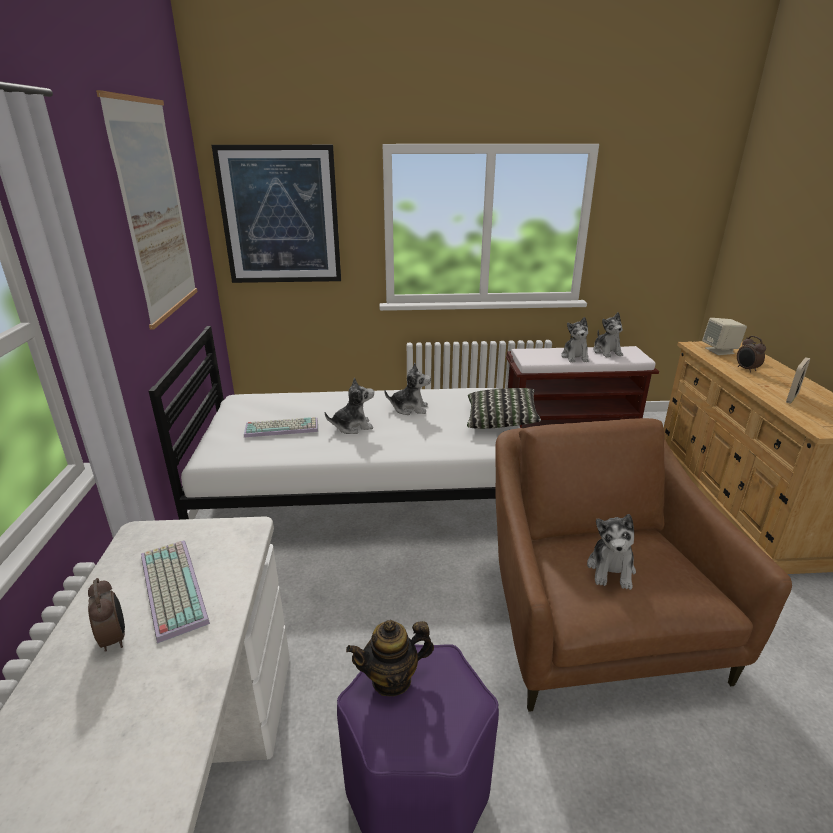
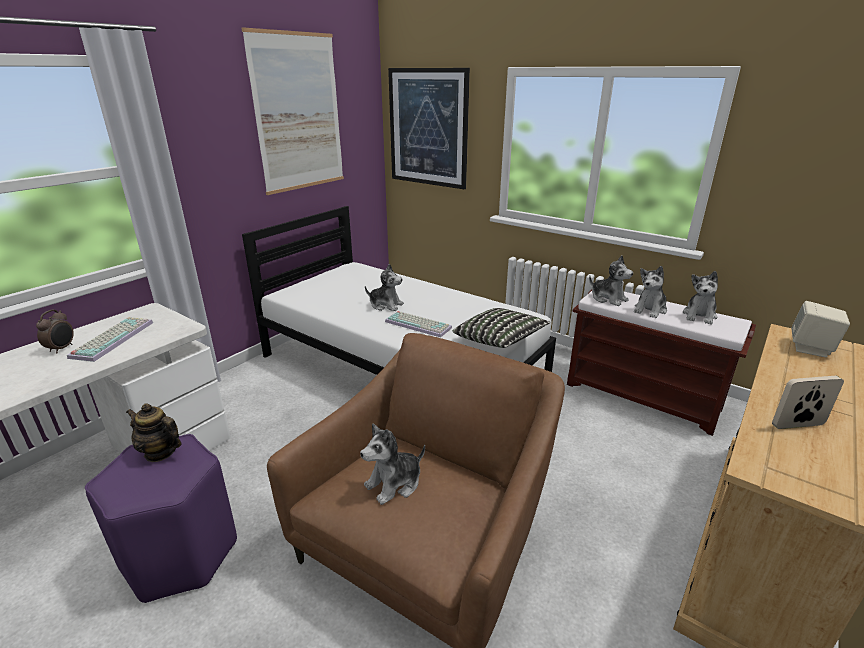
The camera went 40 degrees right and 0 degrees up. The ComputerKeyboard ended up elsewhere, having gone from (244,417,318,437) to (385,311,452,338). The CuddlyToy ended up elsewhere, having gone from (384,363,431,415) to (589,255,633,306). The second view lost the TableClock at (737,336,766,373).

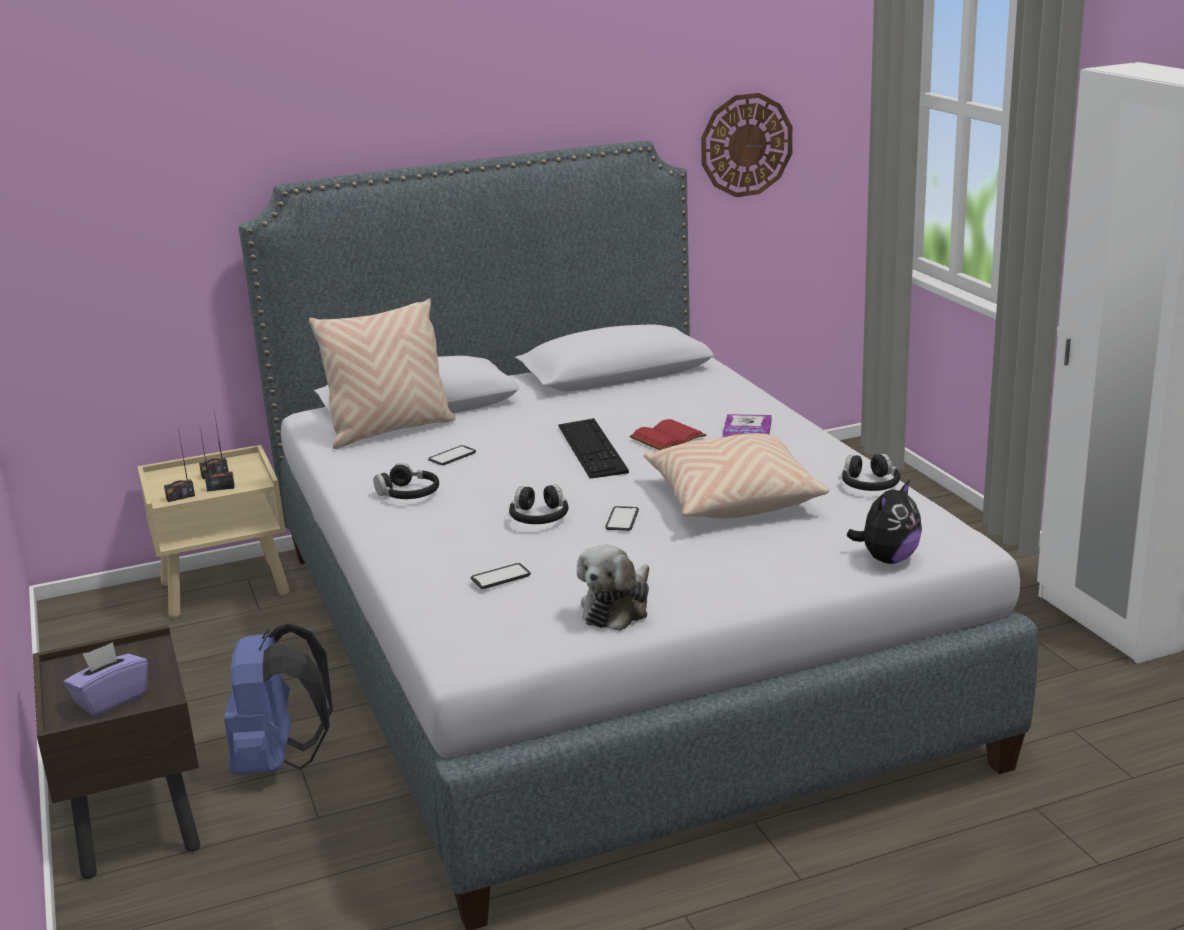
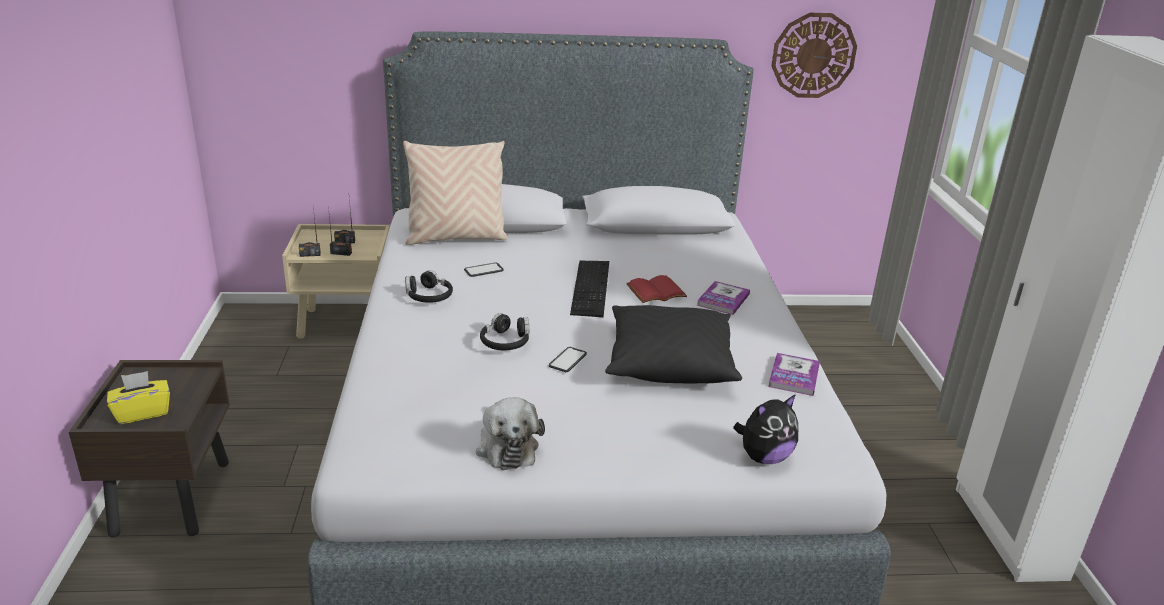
The camera went 15 degrees right and 5 degrees up. What was the PurpleTissueHolder at (63,642,148,716) turned into the YellowColouredTissueHolder at (107,371,170,424). The second view lost the BlueColouredKnapsack at (224,623,333,775). The second view lost the Telephone at (471,563,531,589). The CuddlyToy at (577,545,649,631) ended up facing another way, 60 degrees counterclockwise from before. What was the BeigePillow at (643,433,829,518) turned into the BlackishPillow at (605,305,742,384). Where the BlackishPairOfHeadphones stood at (842,454,900,491), the Volume came to stand at (768,353,820,396).

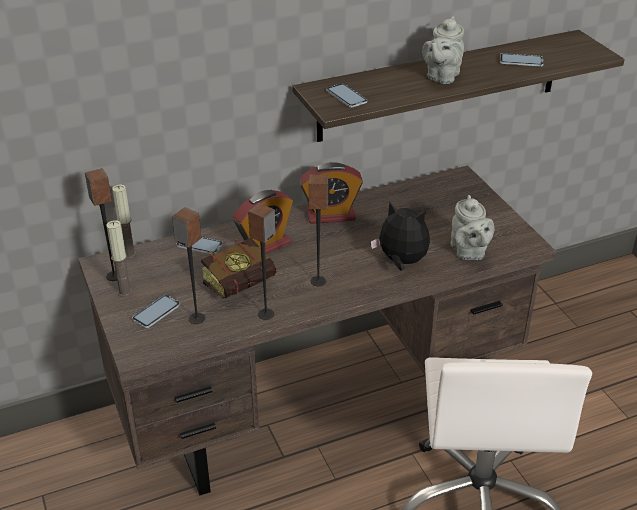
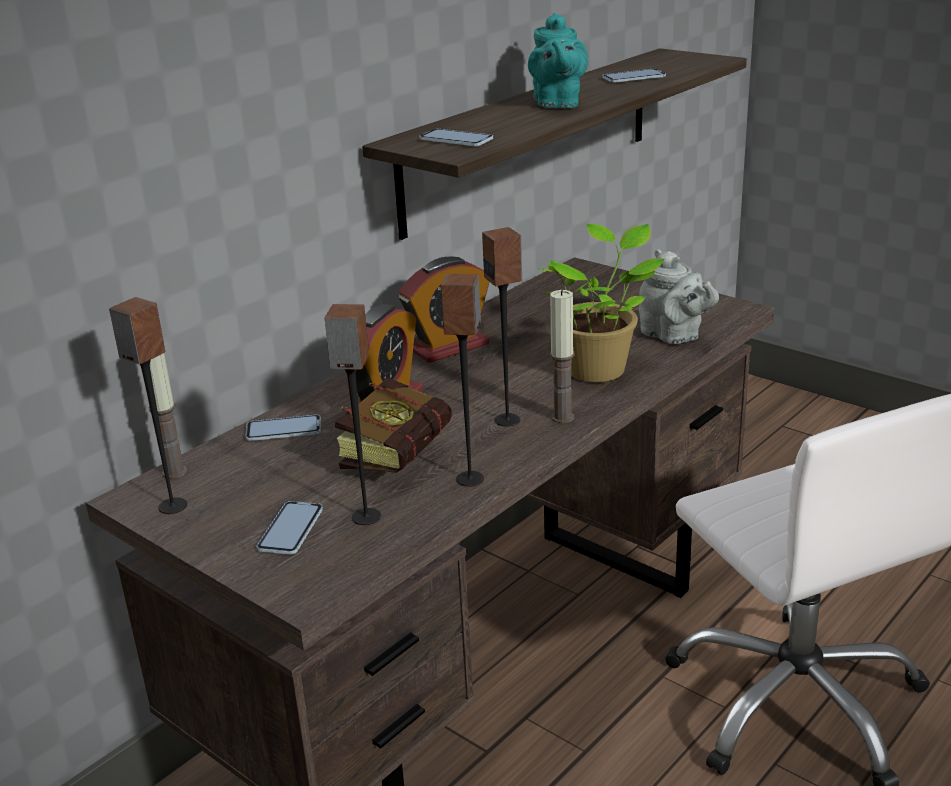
The camera went 25 degrees left and 10 degrees down. The Candle ended up elsewhere, having gone from (106,220,132,297) to (550,290,574,423). Where the CuddlyToy stood at (371,202,430,270), the PlantInAPot came to stand at (537,224,665,383). What was the GreyPotForTea at (422,16,464,84) turned into the TurquoisePotForTea at (528,13,588,108).

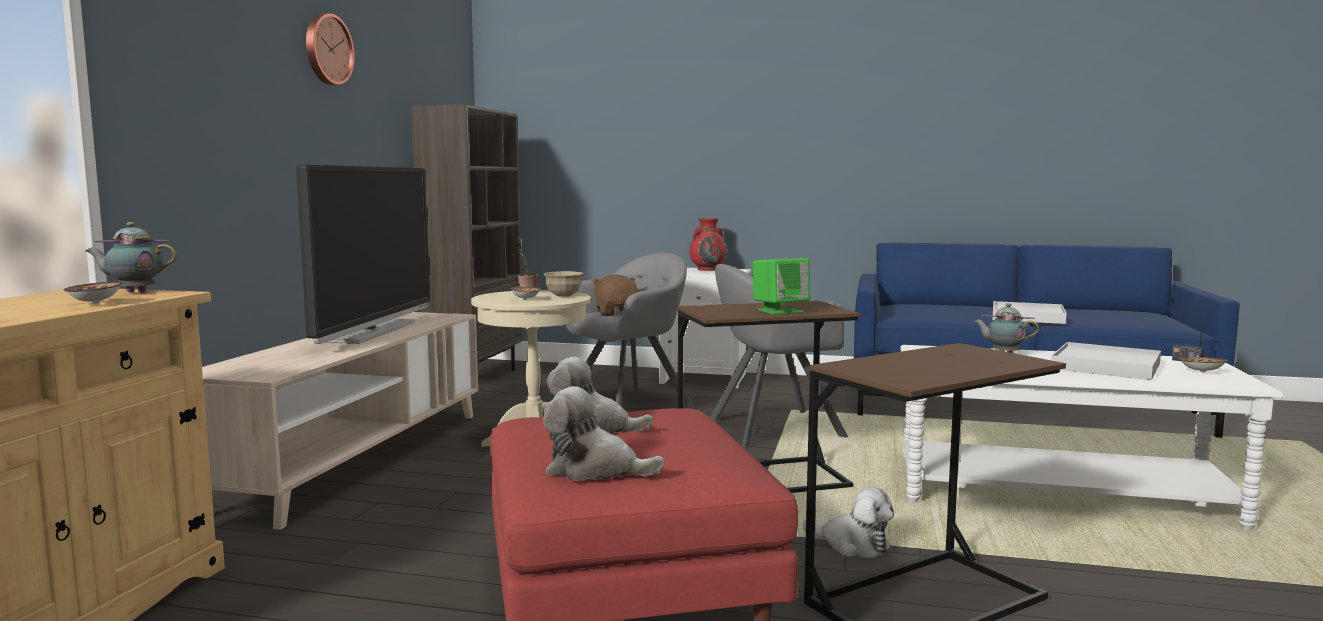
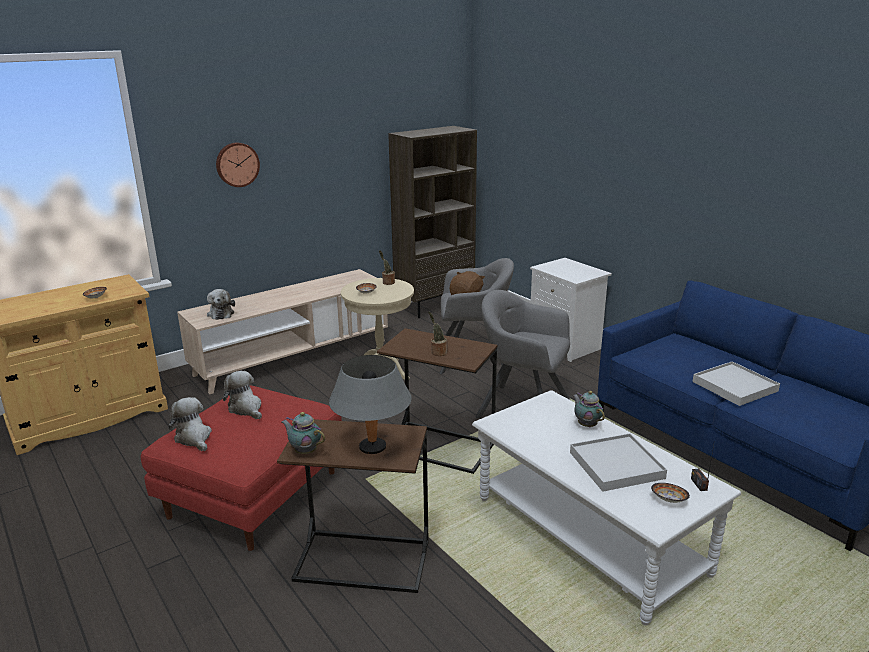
The camera went 40 degrees right and 15 degrees up. The PotForTea ended up elsewhere, having gone from (85,222,177,293) to (282,412,325,454). The second view lost the Tv at (296,165,430,344). The WallClock ended up elsewhere, having gone from (306,13,355,85) to (216,143,260,187). The second view lost the BeigeBowl at (543,271,584,297). The second view lost the RedColouredDecorativeVase at (689,218,727,271). Where the GreenColouredSpeaker stood at (752,258,810,314), the PlantInAPot came to stand at (428,311,447,356). The CuddlyToy ended up elsewhere, having gone from (803,487,894,558) to (207,289,235,320). The second view gained the GreyTableLamp at (329,355,412,454).

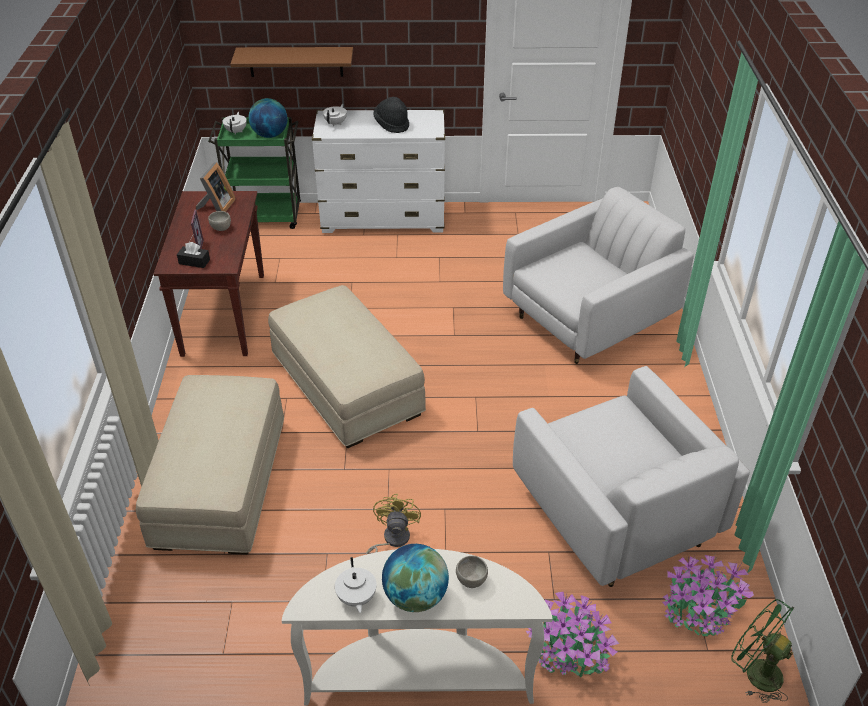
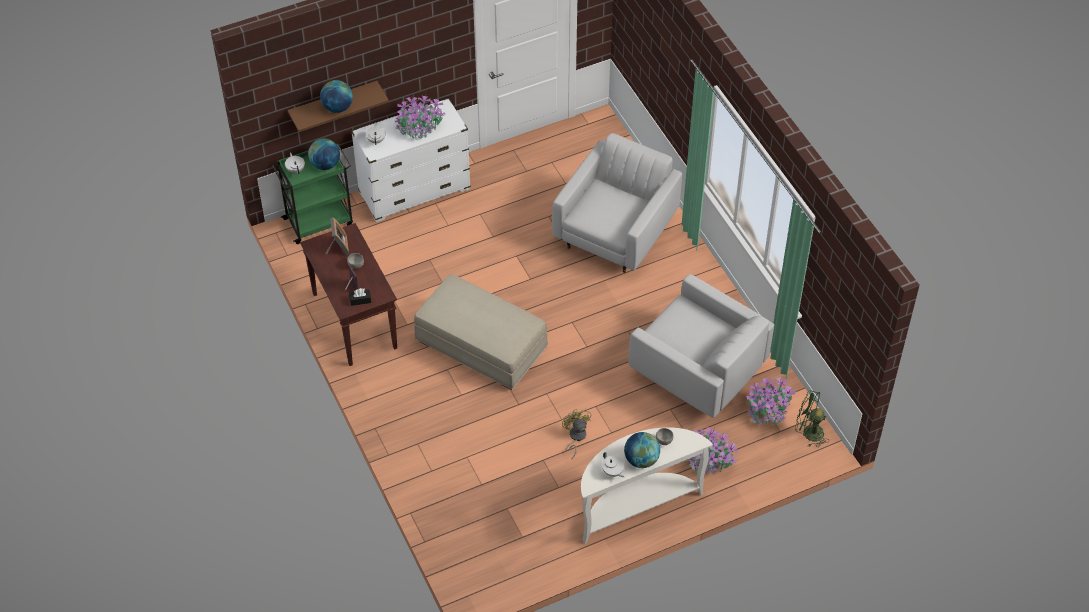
The camera went 25 degrees left and 10 degrees up. The second view lost the BeigeFootrest at (136,375,284,555). Where the BlackishWearableHat stood at (373,97,409,133), the PlantInAPot came to stand at (395,96,445,139). The second view gained the WorldGlobe at (320,80,353,113).

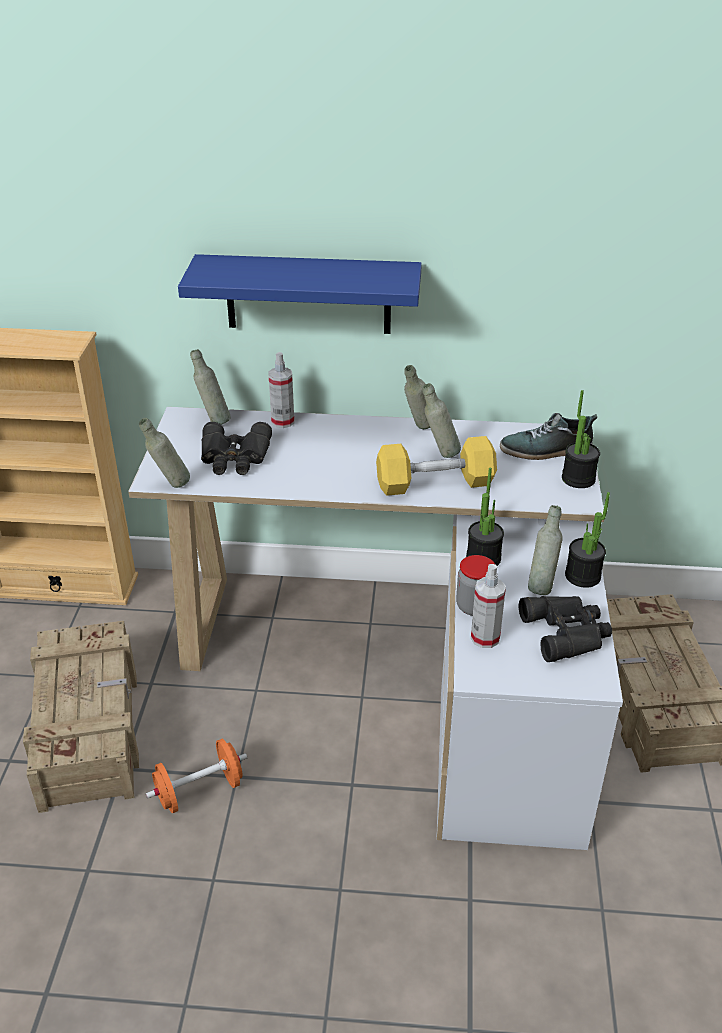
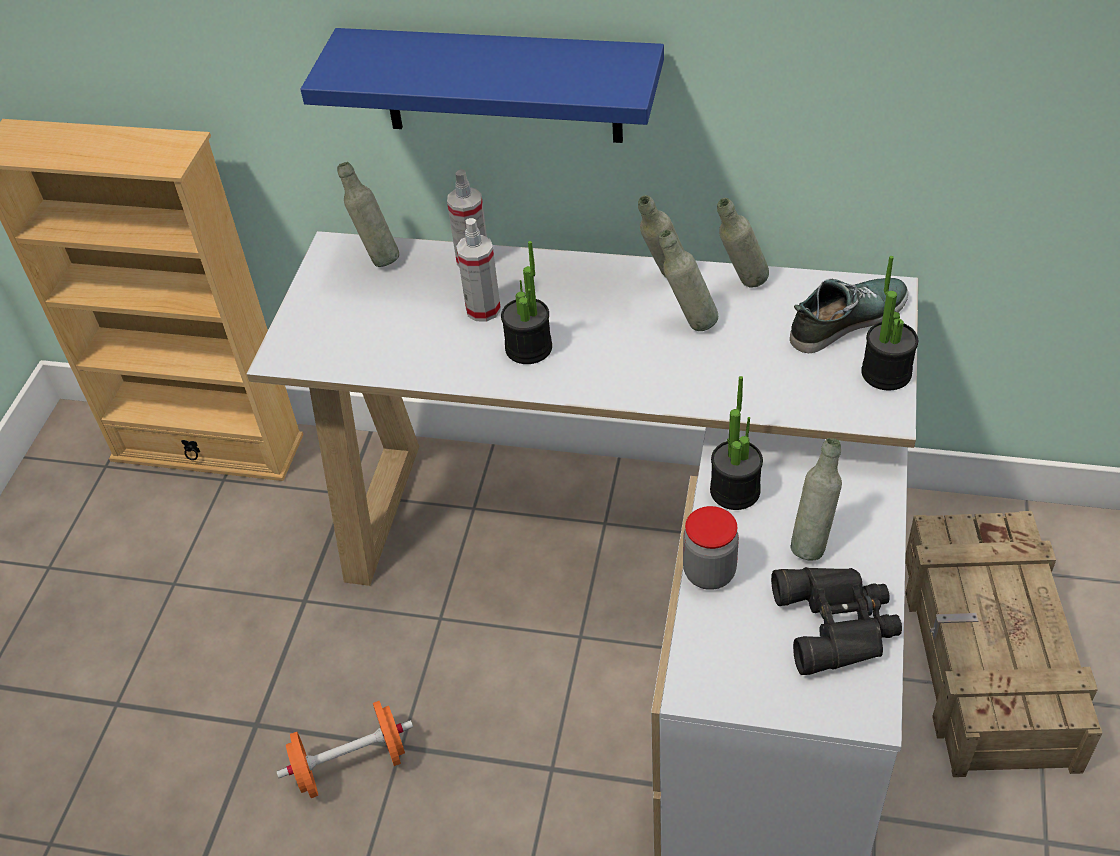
The camera went 10 degrees right and 10 degrees up. The second view lost the Crate at (23,621,139,813). The GreyBeverageBottle ended up elsewhere, having gone from (139,418,190,488) to (717,198,769,288). The second view lost the BlackishPairOfBinoculars at (201,422,272,475). The second view lost the YellowColouredDumbbell at (376,436,497,496). The SprayBottle ended up elsewhere, having gone from (471,564,506,648) to (456,218,501,321). The Shoe at (500,413,597,460) ended up facing another way, 150 degrees clockwise from before. The PlantInAPot ended up elsewhere, having gone from (565,492,610,588) to (501,241,552,364).

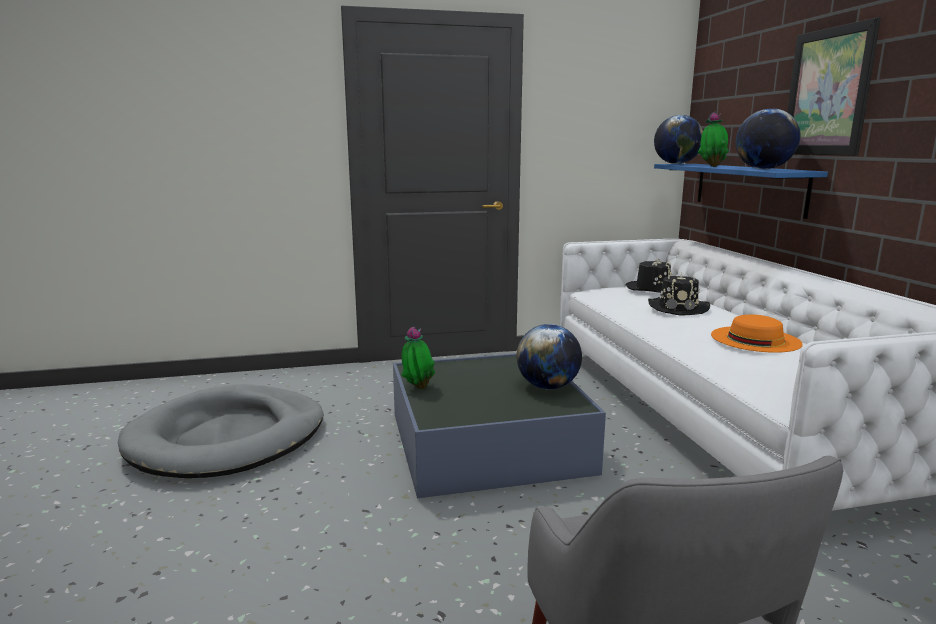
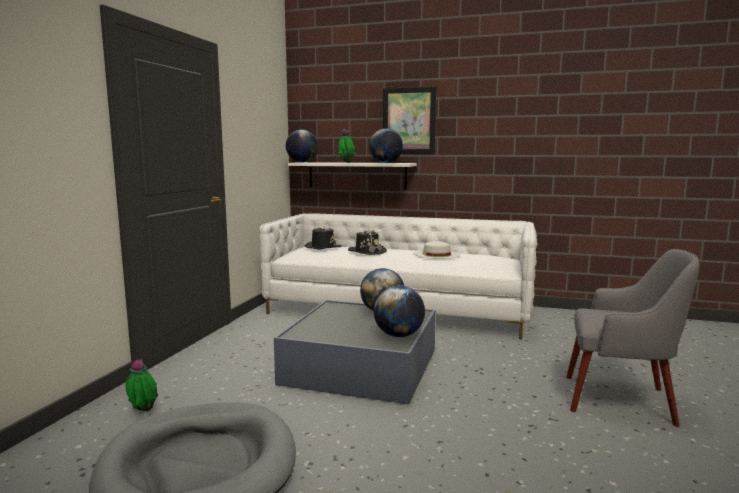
The camera went 60 degrees left and 5 degrees down. The PlantInAPot ended up elsewhere, having gone from (401,327,435,389) to (126,359,158,411). What was the BlueColouredShelf at (654,164,828,219) turned into the WhiteColouredShelf at (288,162,417,190). What was the OrangeyWearableHat at (711,314,803,353) turned into the WhiteColouredWearableHat at (414,241,460,259). The second view gained the WorldGlobe at (374,285,425,337).

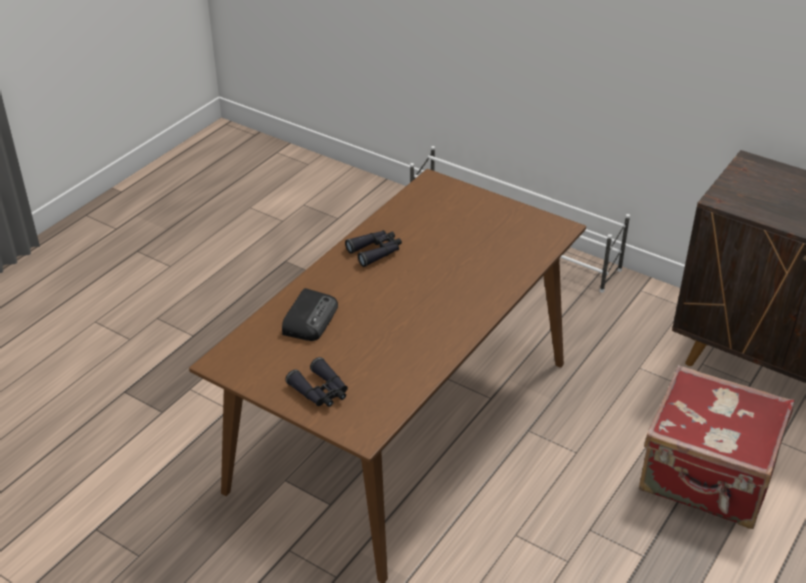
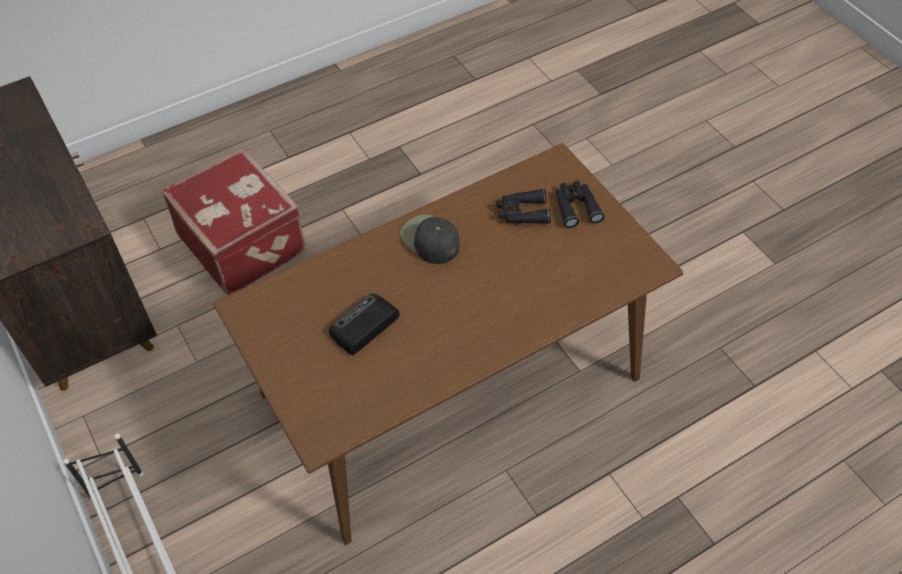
The camera went 155 degrees left and 15 degrees up. The RadioSet ended up elsewhere, having gone from (282,288,338,341) to (329,293,400,355). The BlackishPairOfBinoculars ended up elsewhere, having gone from (345,230,402,267) to (497,189,551,224). The second view gained the BlackishCap at (400,214,460,264).

